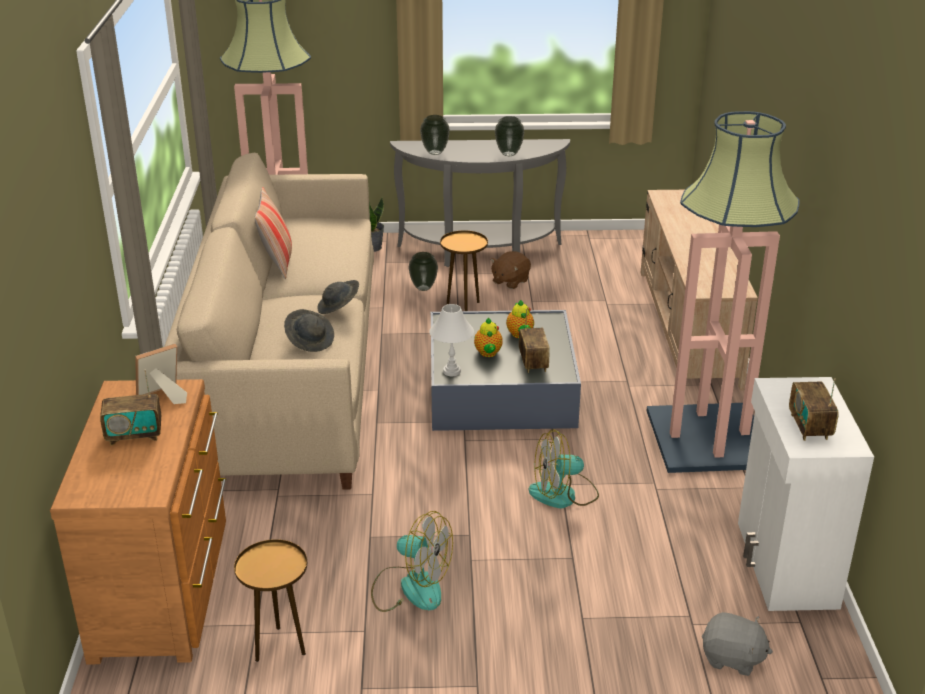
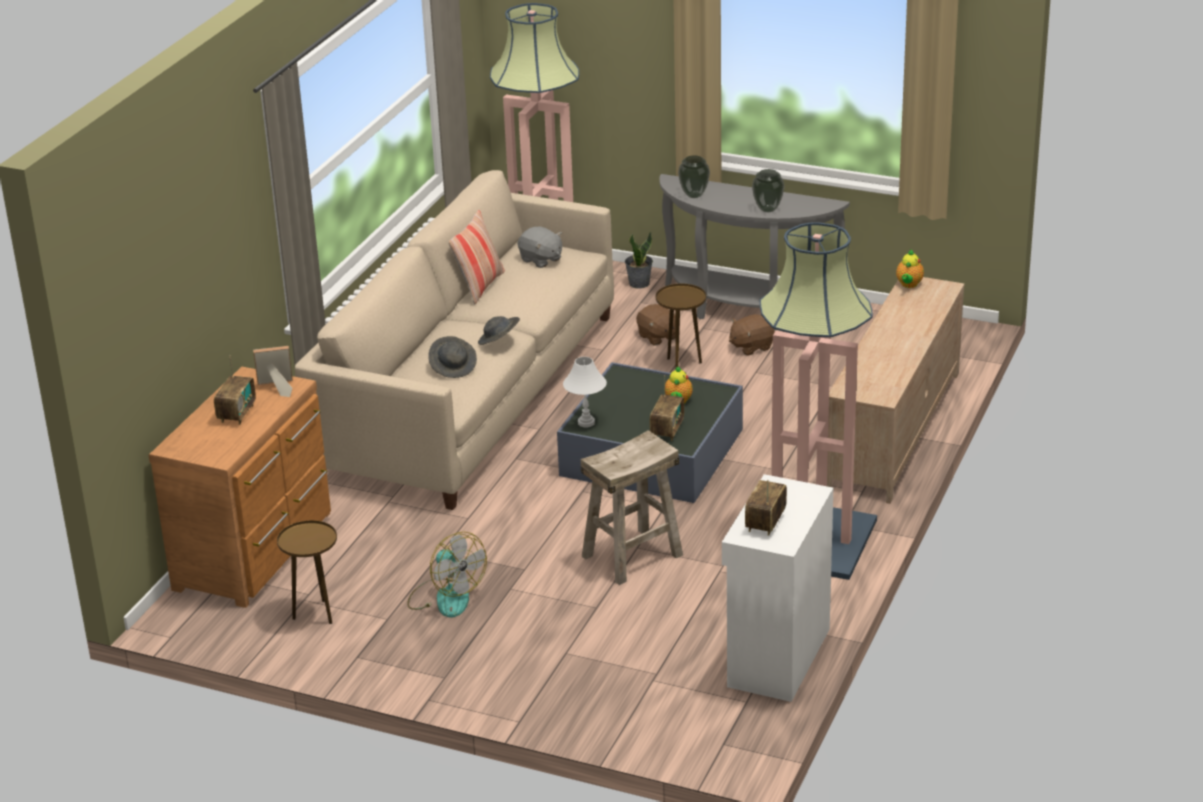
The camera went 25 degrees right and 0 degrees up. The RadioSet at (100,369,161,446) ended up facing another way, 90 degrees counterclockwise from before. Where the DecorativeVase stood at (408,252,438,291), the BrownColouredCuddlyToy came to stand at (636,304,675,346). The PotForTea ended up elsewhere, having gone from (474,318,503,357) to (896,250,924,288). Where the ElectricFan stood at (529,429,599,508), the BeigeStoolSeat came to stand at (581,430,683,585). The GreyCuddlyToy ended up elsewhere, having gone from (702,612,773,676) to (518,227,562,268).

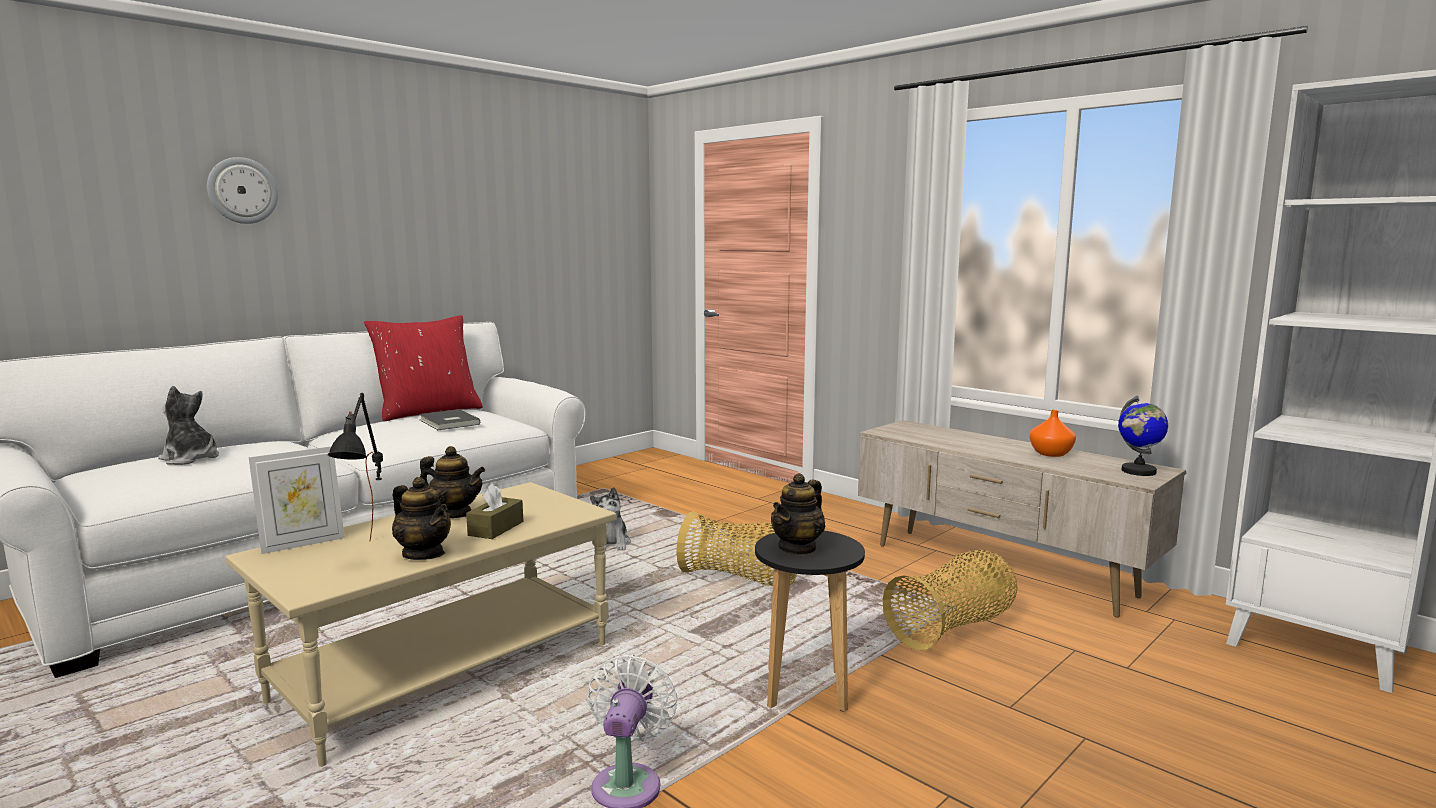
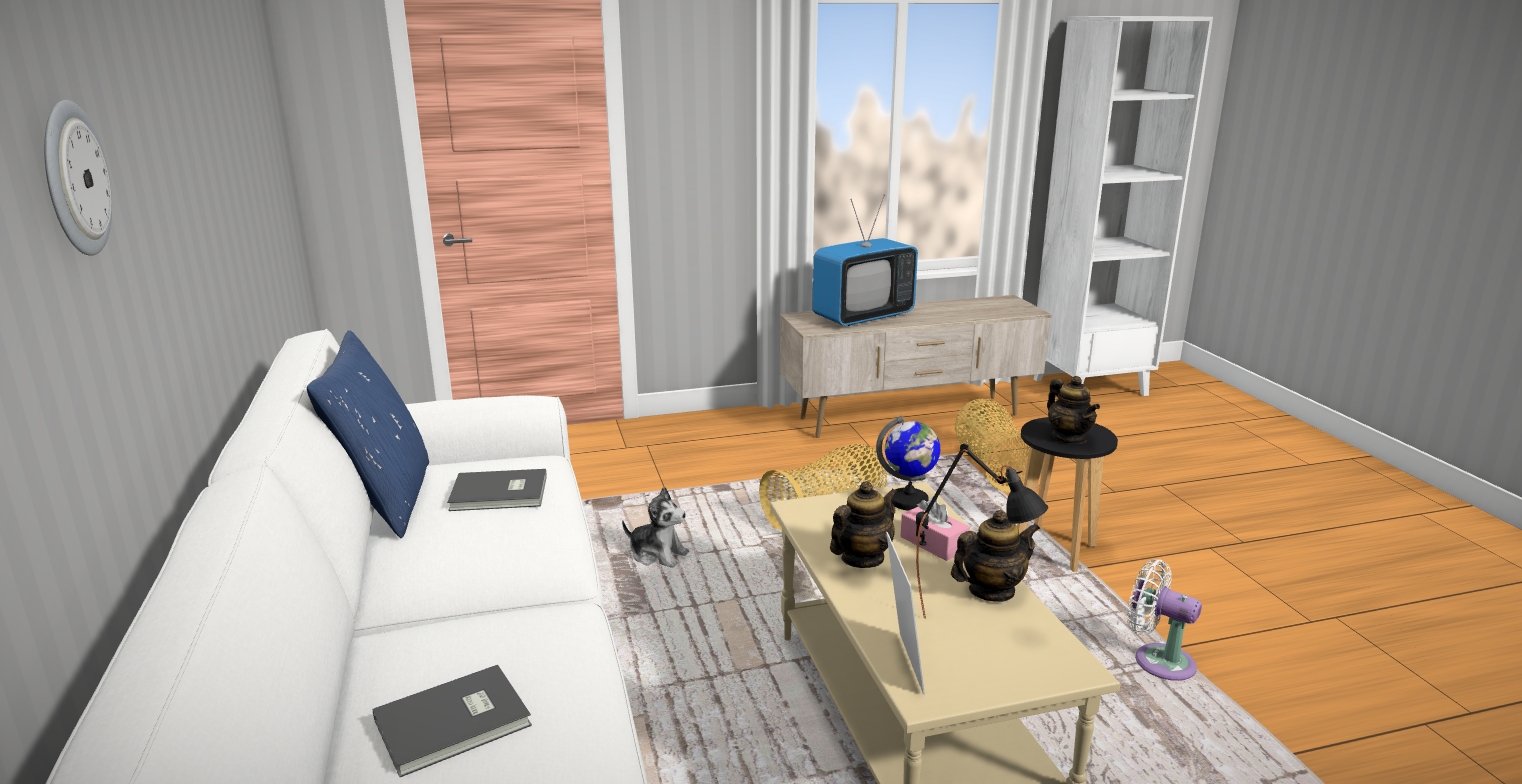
The camera went 60 degrees left and 10 degrees up. Where the CuddlyToy stood at (158,386,219,465), the GreyVolume came to stand at (373,665,532,777). What was the RedColouredPillow at (364,315,483,421) turned into the BlueColouredPillow at (307,330,429,538). What was the BrownColouredTissueHolder at (466,483,524,539) turned into the PinkTissueHolder at (900,497,970,561). The second view lost the OrangeyDecorativeVase at (1030,410,1076,457). The WorldGlobe ended up elsewhere, having gone from (1118,396,1168,476) to (876,416,940,511). The second view gained the Tv at (813,194,918,326).

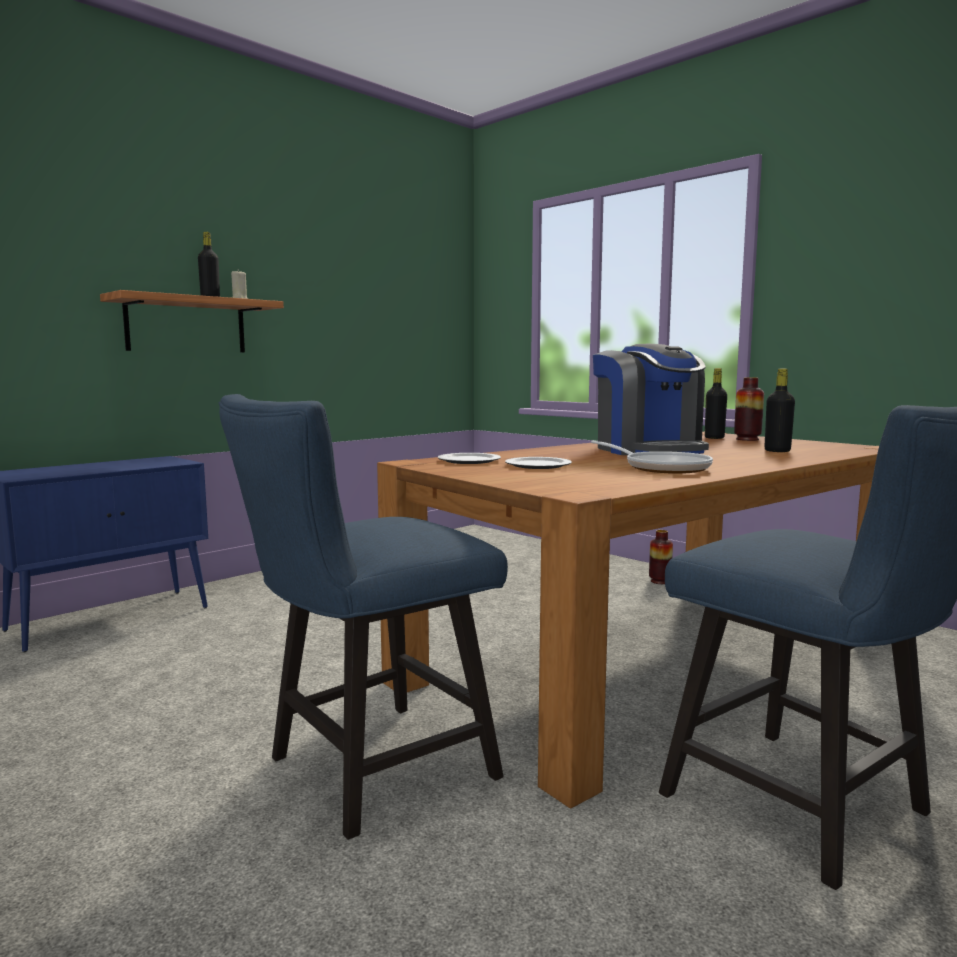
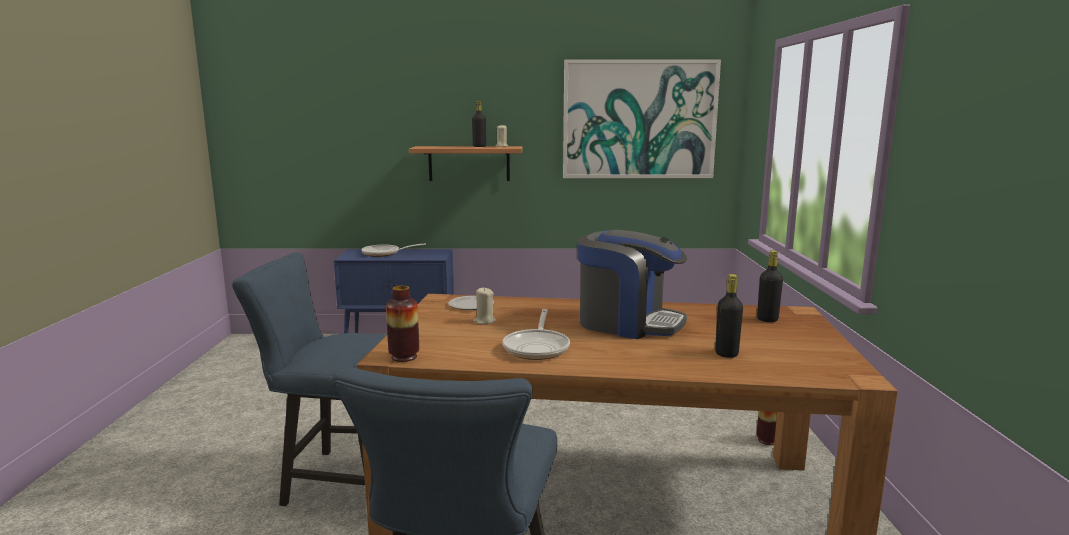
The camera went 45 degrees right and 5 degrees up. Where the FlatDish stood at (505,457,572,469), the BeigeCandle came to stand at (473,287,496,324). The CoffeeBrewer at (593,344,709,455) ended up facing another way, 90 degrees counterclockwise from before. The DecorativeVase ended up elsewhere, having gone from (734,377,764,441) to (386,286,419,362). The second view gained the Skillet at (361,243,426,257). The second view gained the Picture at (563,59,721,178).

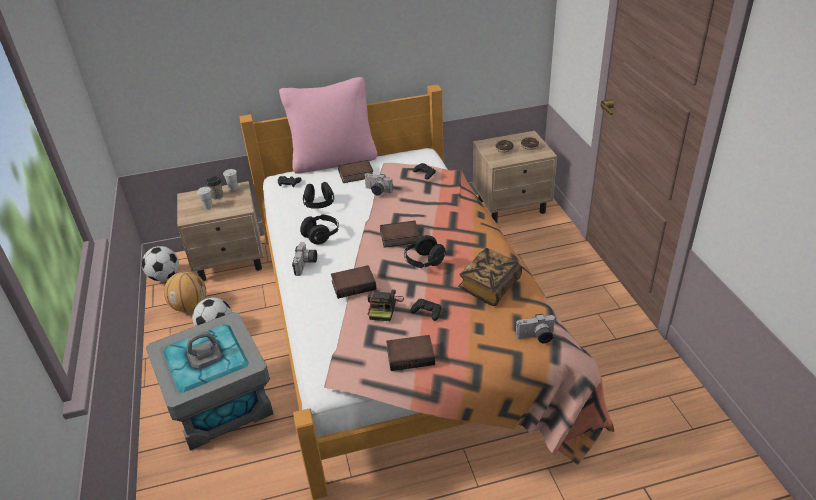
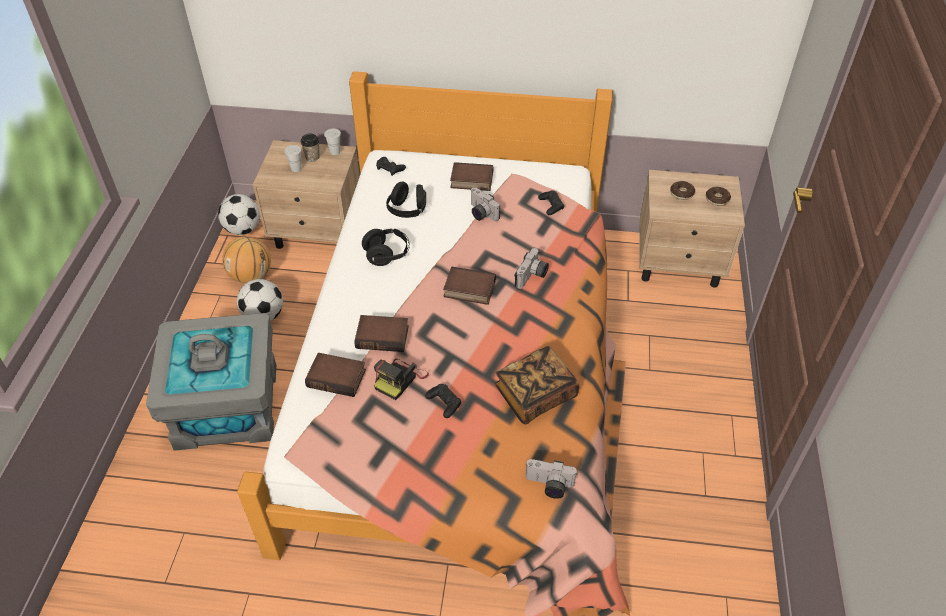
The camera went 20 degrees right and 10 degrees up. The second view lost the PinkPillow at (279,77,377,174). The PhotoCamera ended up elsewhere, having gone from (292,242,317,276) to (514,248,549,289). The Volume ended up elsewhere, having gone from (386,335,435,371) to (305,353,366,397). The second view lost the BlackishPairOfHeadphones at (404,235,446,268).

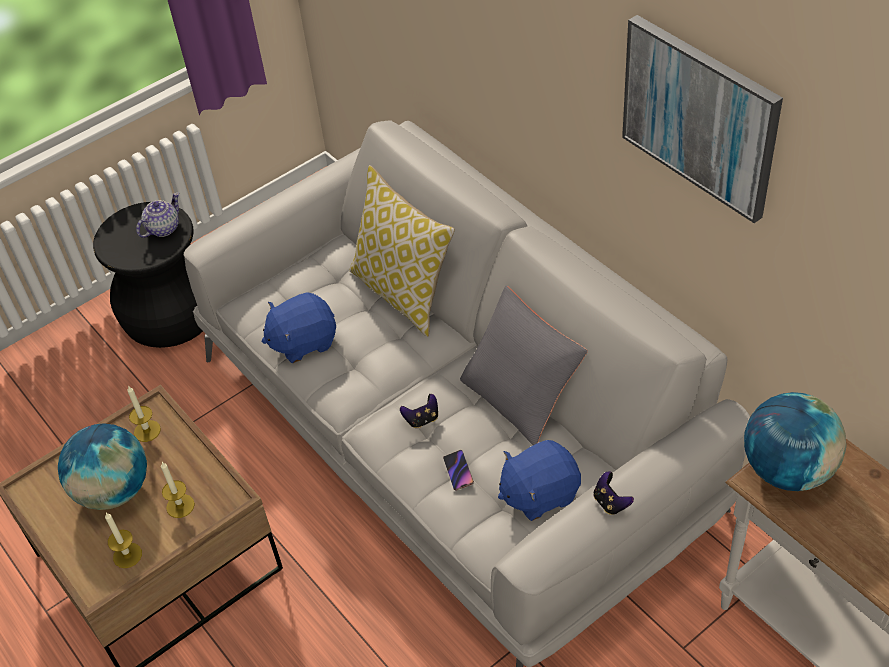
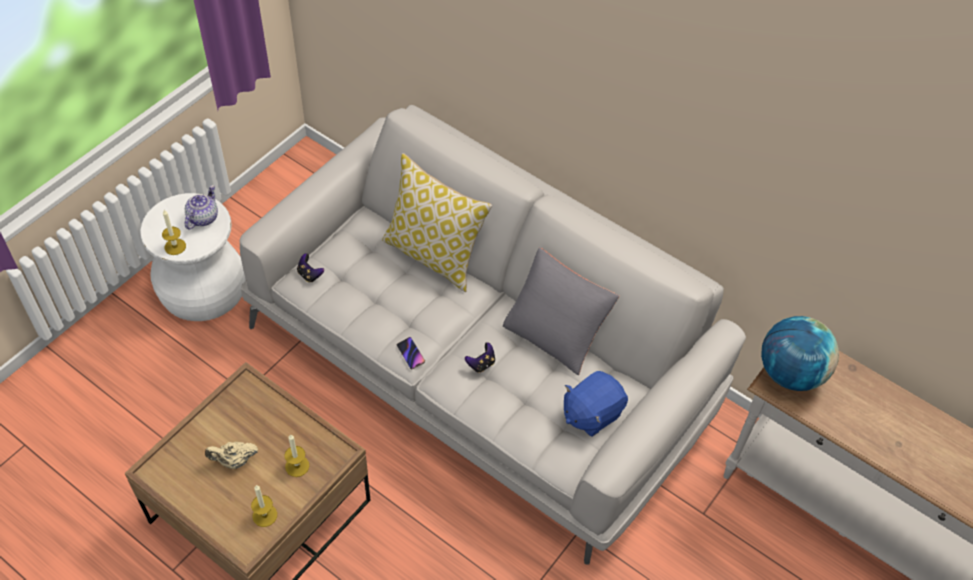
The camera went 20 degrees left and 5 degrees up. Where the WorldGlobe stood at (58,423,147,510), the BeigePotForTea came to stand at (205,442,258,469). What was the BlackishStoolSeat at (93,202,203,348) turned into the WhiteColouredStoolSeat at (140,193,246,321). The Candle ended up elsewhere, having gone from (127,385,161,442) to (162,210,186,255). The second view lost the BlueColouredCuddlyToy at (262,292,336,363). The Telephone ended up elsewhere, having gone from (443,450,474,491) to (397,337,425,370). The GameController ended up elsewhere, having gone from (594,471,634,515) to (297,253,324,282). The second view lost the Picture at (622,15,783,223).

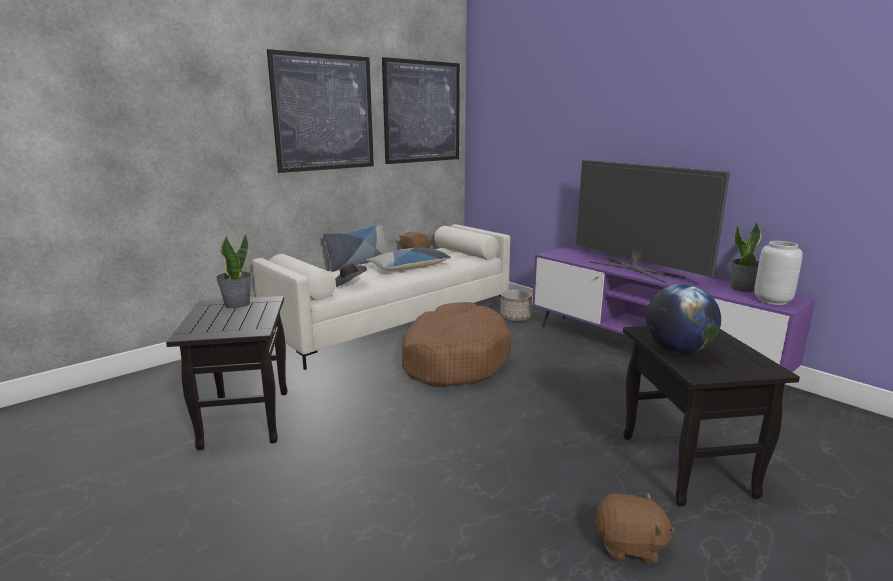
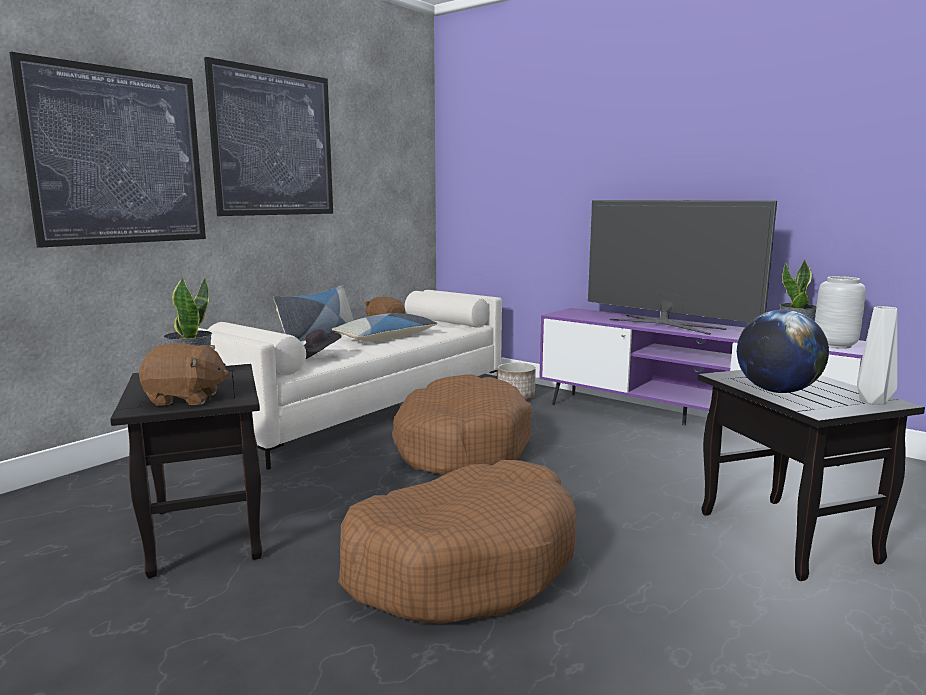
The camera went 10 degrees left and 5 degrees down. The Picture ended up elsewhere, having gone from (382,57,460,164) to (9,52,206,248). The BrownColouredCuddlyToy ended up elsewhere, having gone from (594,493,675,563) to (139,343,229,406). The second view gained the BrownColouredPetBed at (338,460,577,624). The second view gained the GreyDecorativeVase at (857,306,898,405).

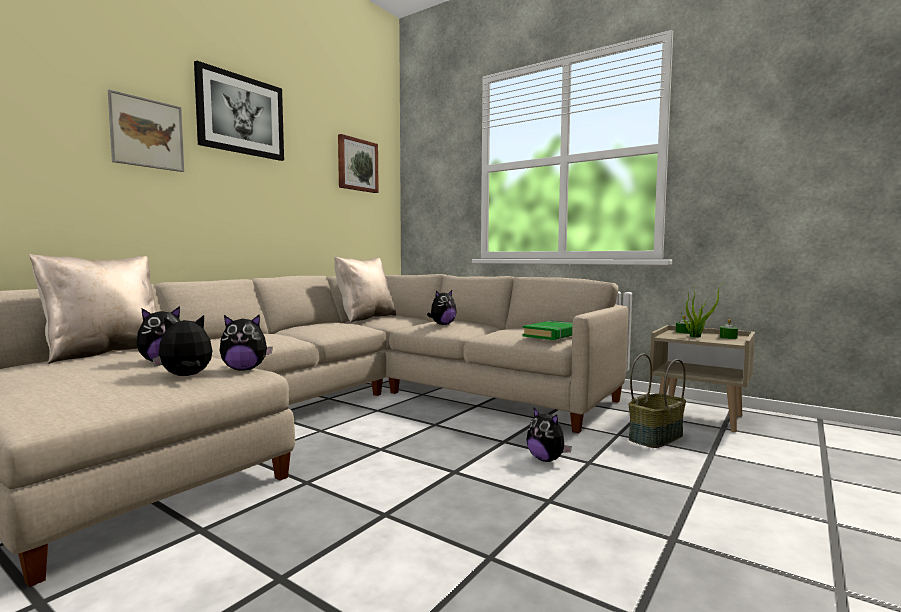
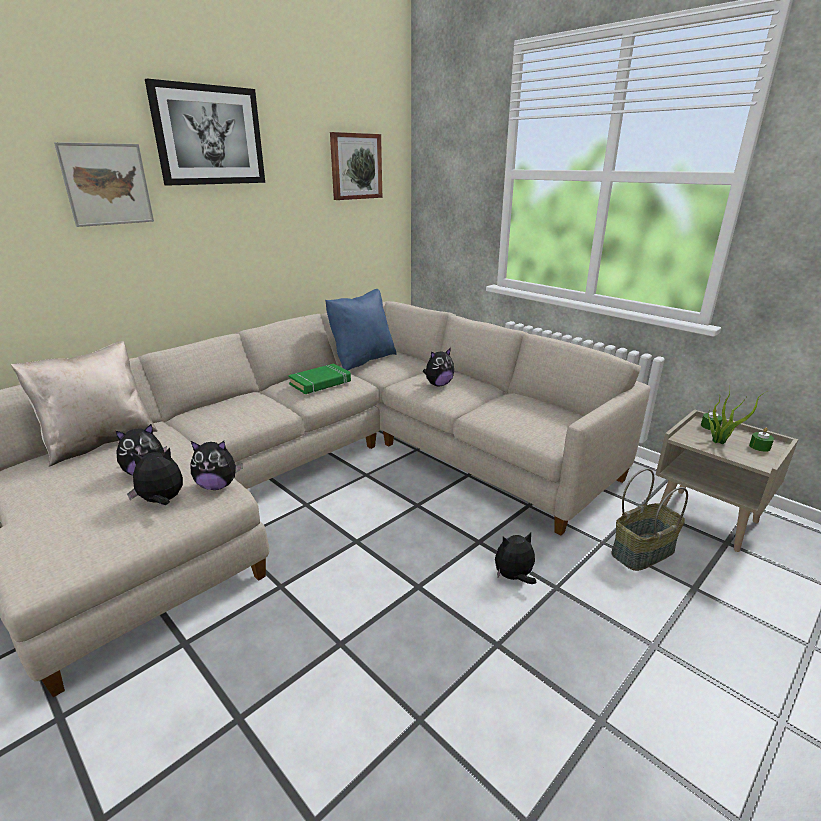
The camera went 10 degrees right and 20 degrees up. What was the BeigePillow at (334,257,396,323) turned into the BlueColouredPillow at (325,289,396,371). The GreenColouredVolume ended up elsewhere, having gone from (523,321,573,340) to (288,364,351,394). The CuddlyToy at (526,408,572,462) ended up facing another way, 105 degrees clockwise from before.

